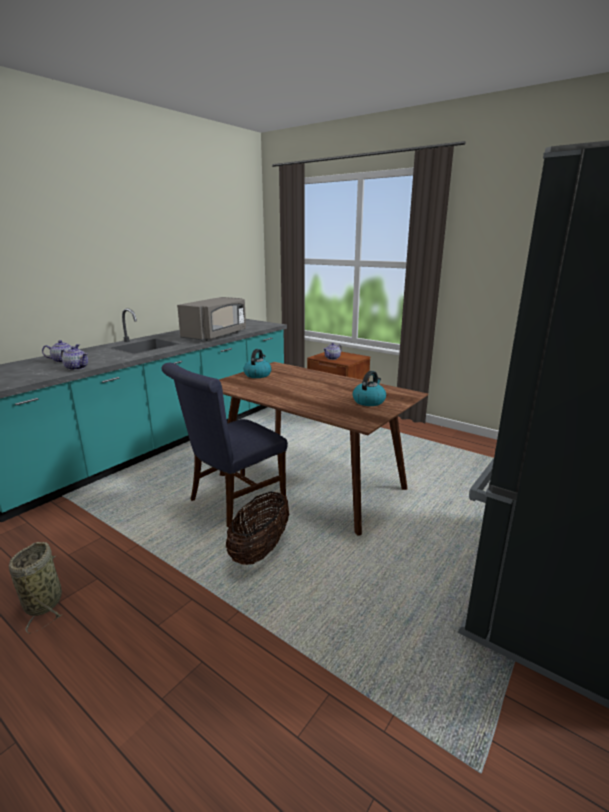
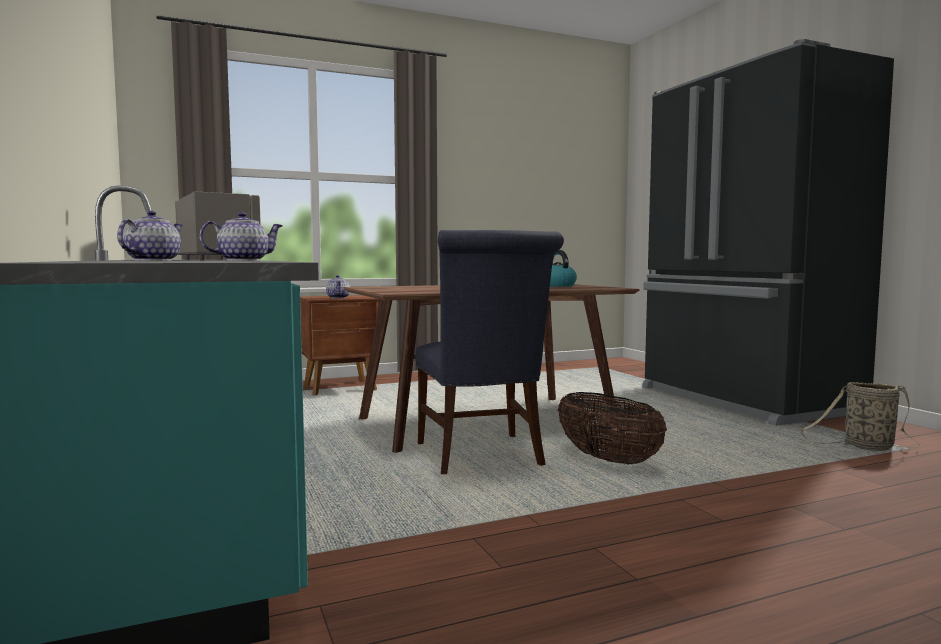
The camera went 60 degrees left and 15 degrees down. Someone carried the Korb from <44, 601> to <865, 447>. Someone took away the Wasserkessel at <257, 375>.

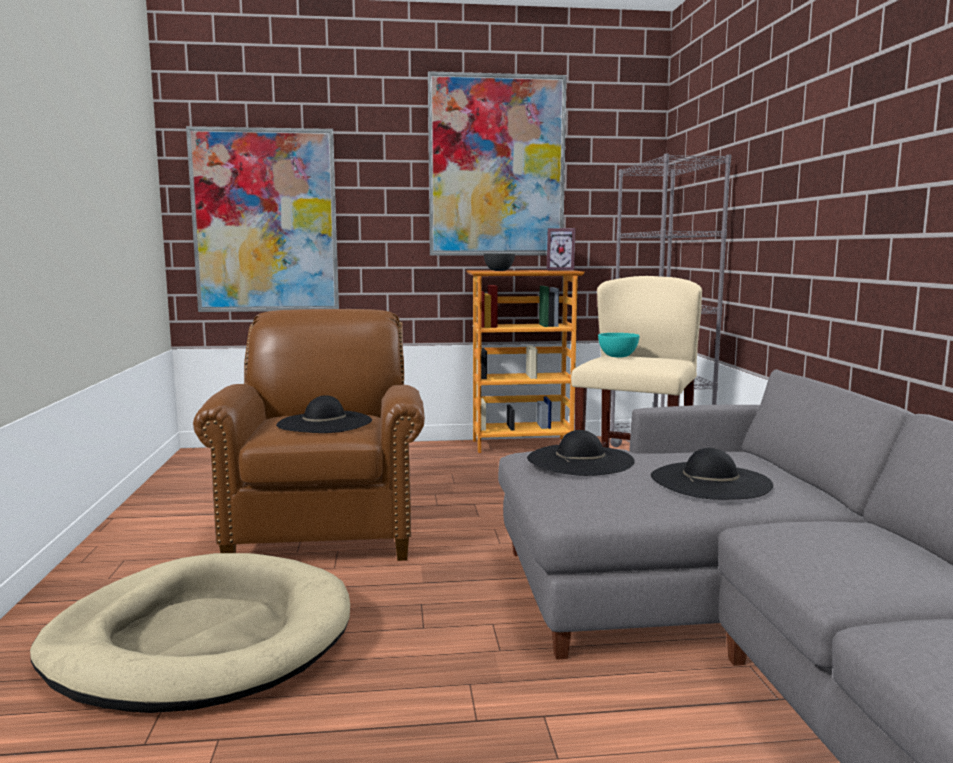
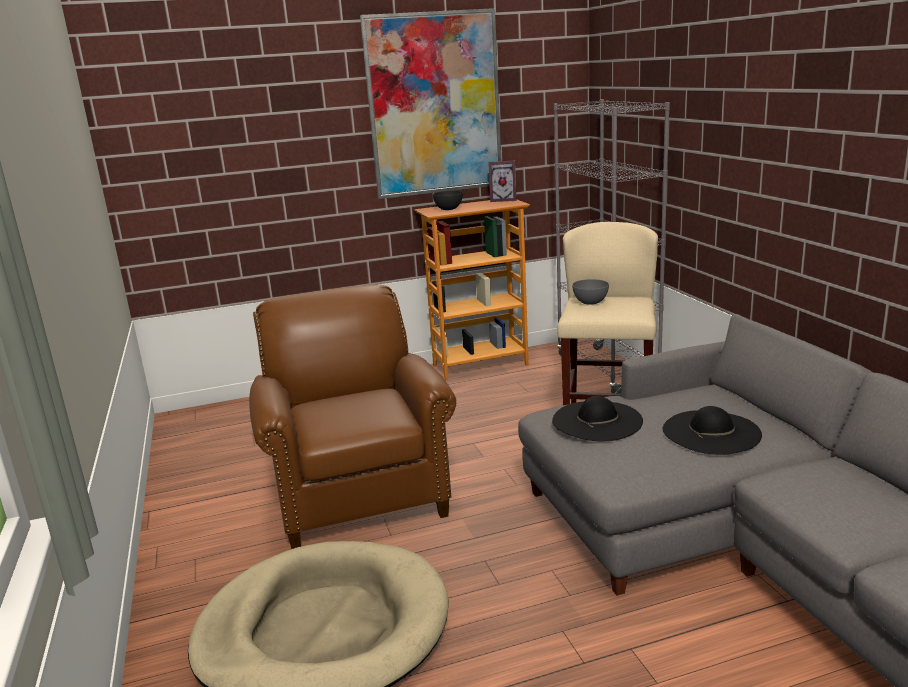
The camera went 10 degrees left and 10 degrees up. Someone took away the Bild at <265, 221>. Someone took away the Hut (schwarz) at <324, 423>. Someone repainted the Schüssel (türkis) at <618, 356>, which became the Schüssel (grau) at <590, 302>.

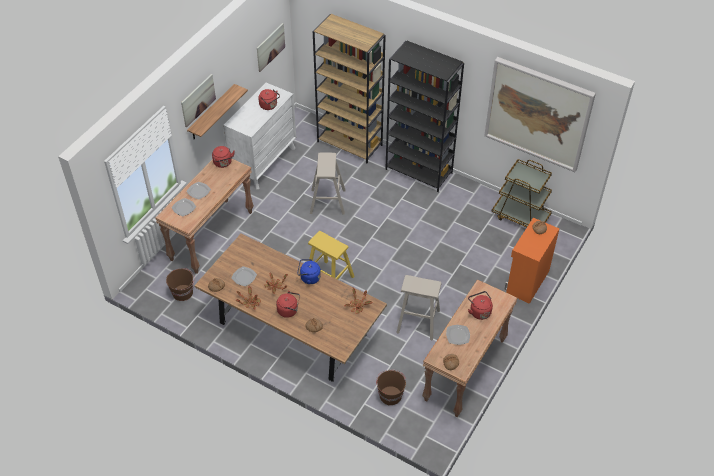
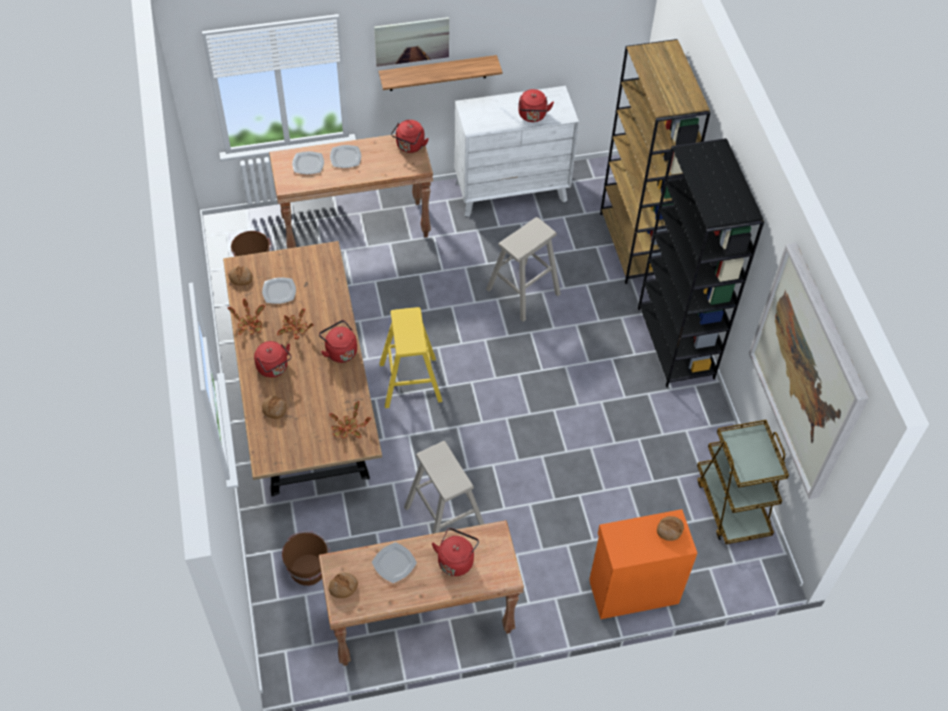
The camera went 45 degrees right and 5 degrees up. Someone took away the Bild at <270, 47>. Someone repainted the Wasserkessel (blau) at <309, 278>, which became the Wasserkessel (rot) at <340, 351>.

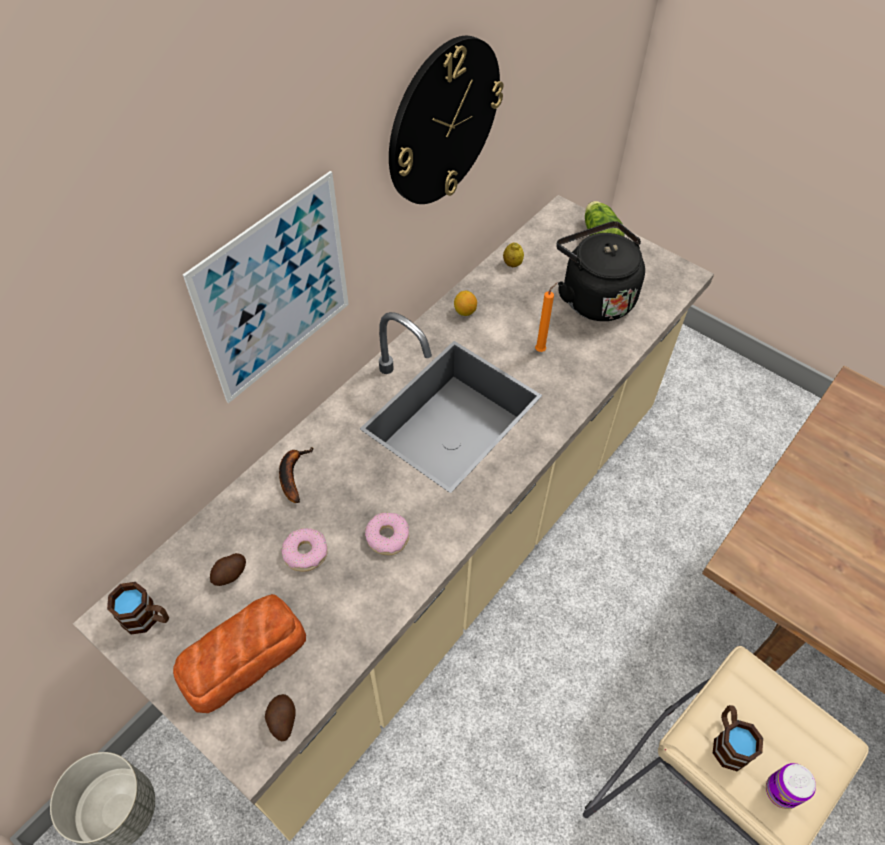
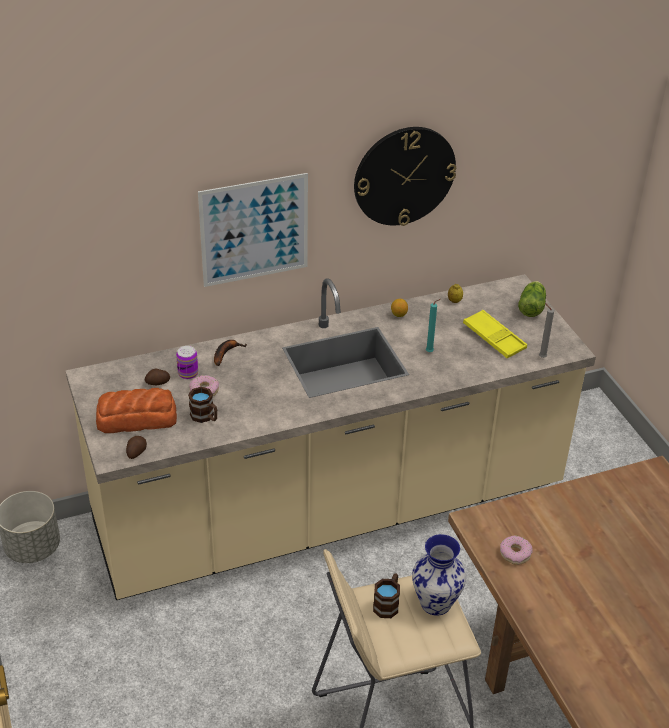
The camera went 30 degrees right and 15 degrees down. Someone carried the Henkelbecher (braun) from <147, 618> to <205, 417>. Someone carried the Donut from <388, 537> to <515, 553>. Someone repainted the Kerze (orange) at <541, 349>, which became the Kerze (türkis) at <430, 352>. Someone swapped the Wasserkessel (schwarz) at <594, 297> for the Tablett (gelb) at <494, 338>. Someone carried the Dose from <781, 791> to <188, 373>. Someone put down the Vase at <436, 603>. Someone put down the Kerze (grau) at <541, 357>.

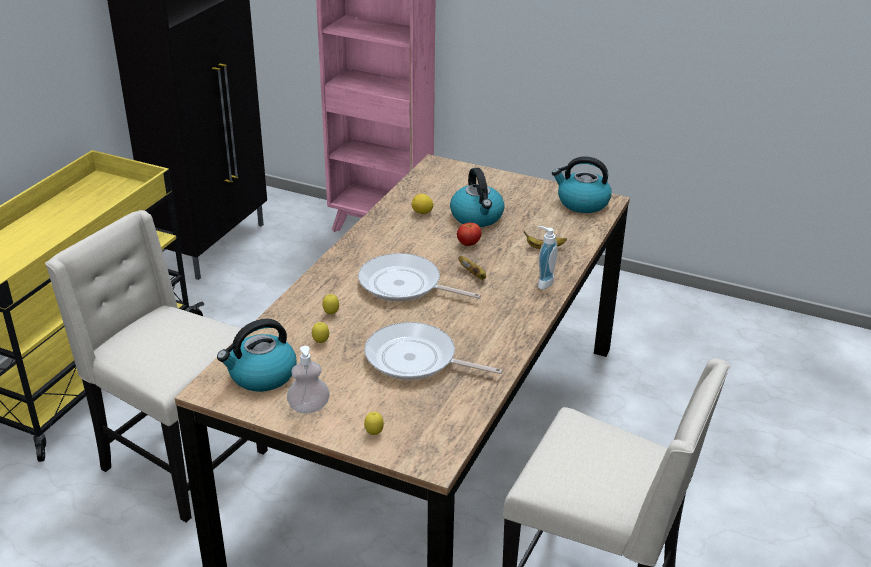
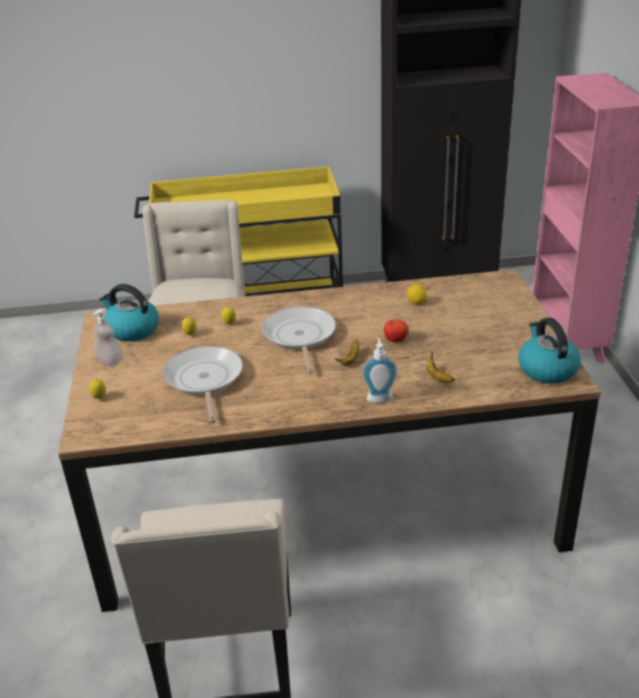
The camera went 60 degrees right and 0 degrees up. Someone took away the Wasserkessel at <477, 217>.

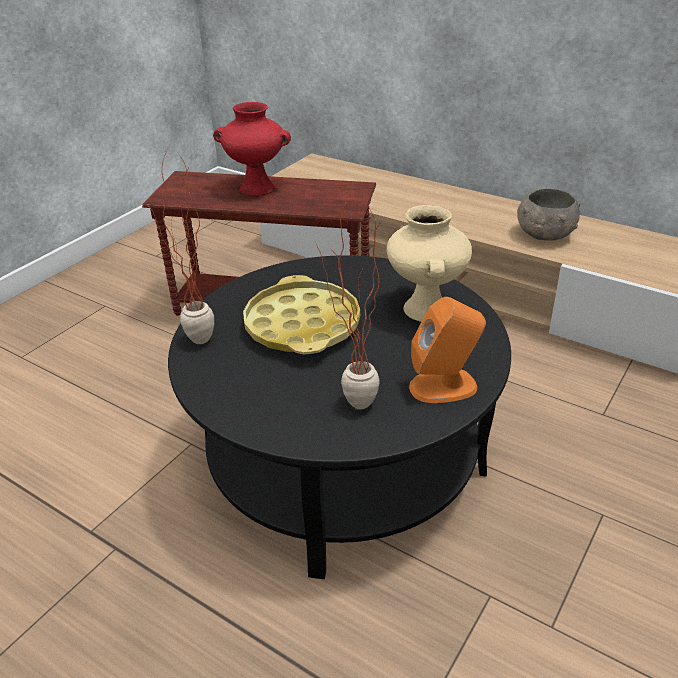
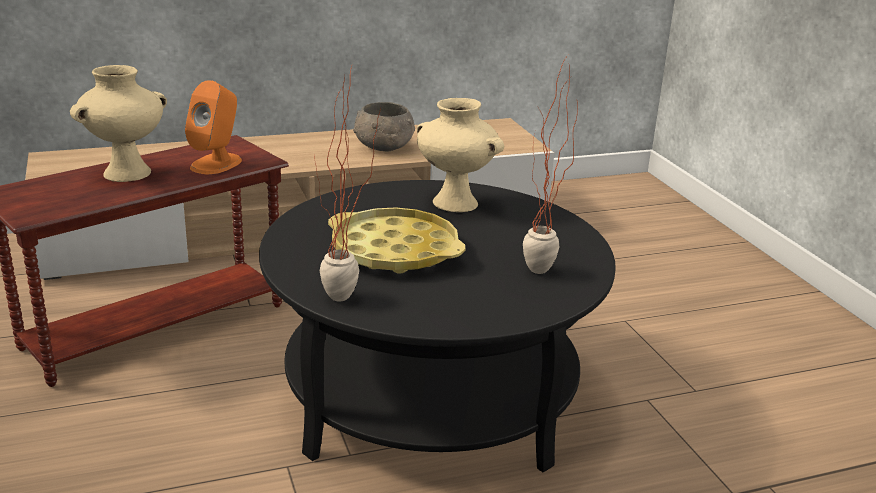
The camera went 55 degrees left and 10 degrees down. Someone repainted the Vase (rot) at <258, 188>, which became the Vase (beige) at <127, 173>. Someone carried the Lautsprecher (orange) from <444, 386> to <216, 164>.

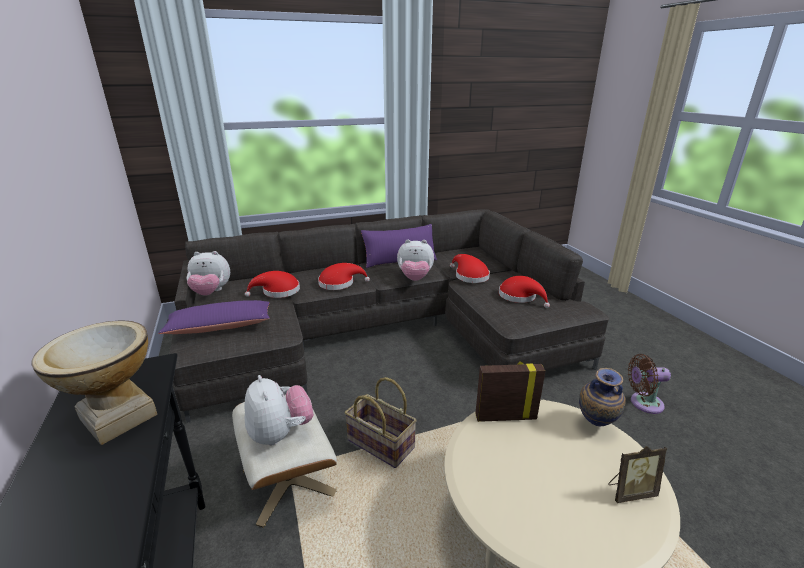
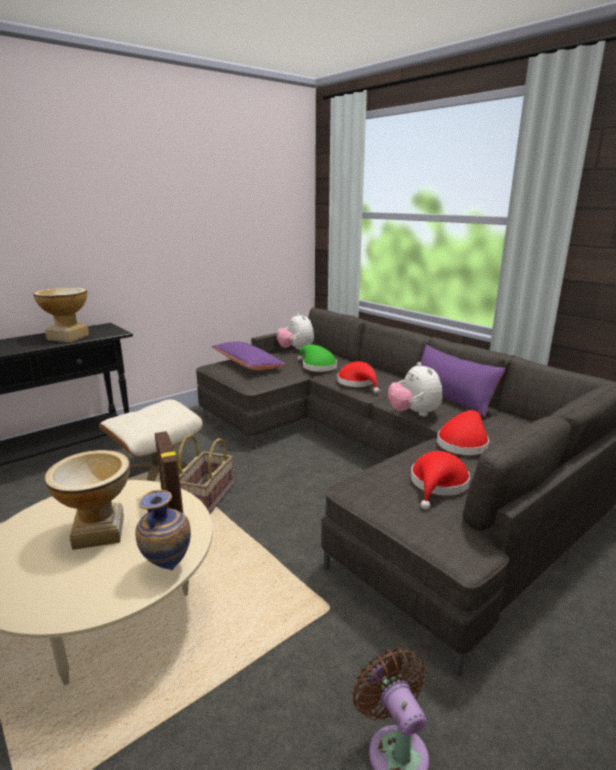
The camera went 70 degrees right and 5 degrees down. Someone took away the Plüschtier at <280, 433>. Someone repainted the Hut (rot) at <278, 291>, which became the Hut (grün) at <317, 366>. Someone took away the Bilderrahmen at <629, 492>. Someone put down the Vase at <99, 532>.

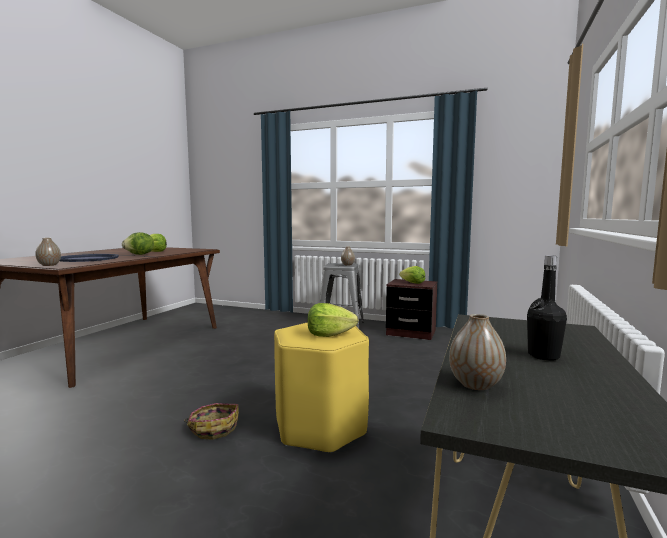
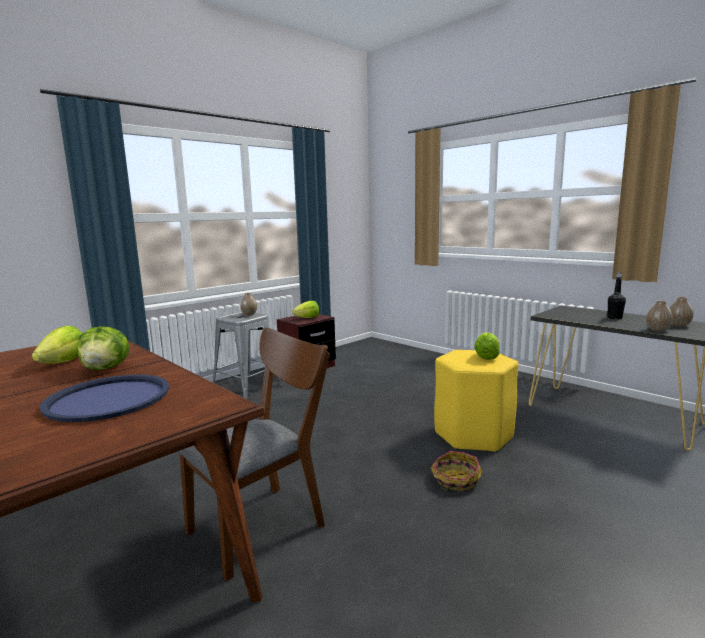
The camera went 65 degrees left and 5 degrees up. Someone carried the Vase from <49, 265> to <678, 325>. Someone put down the Stuhl (braun) at <265, 523>.

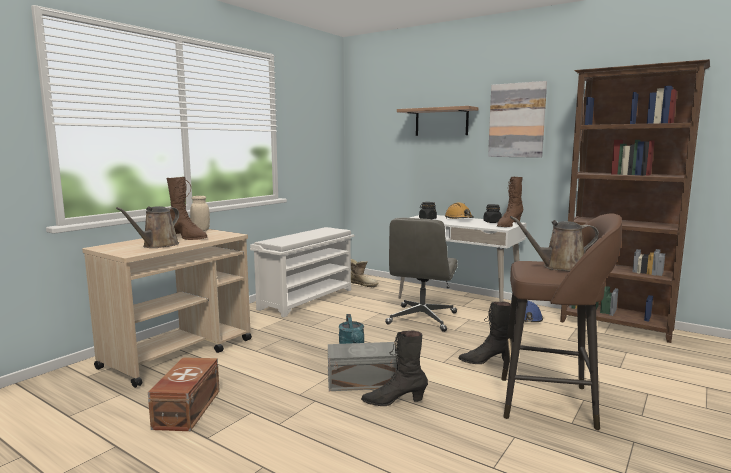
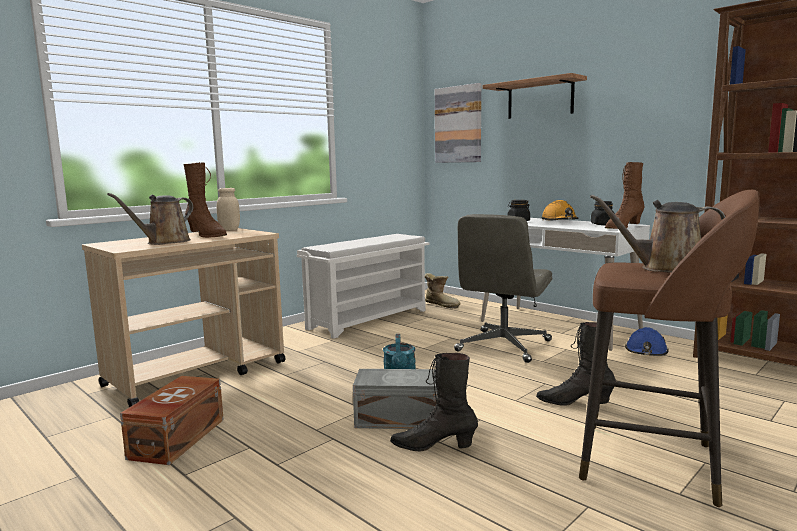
The camera went 10 degrees right and 0 degrees up. Someone carried the Bild from <517, 120> to <458, 124>.

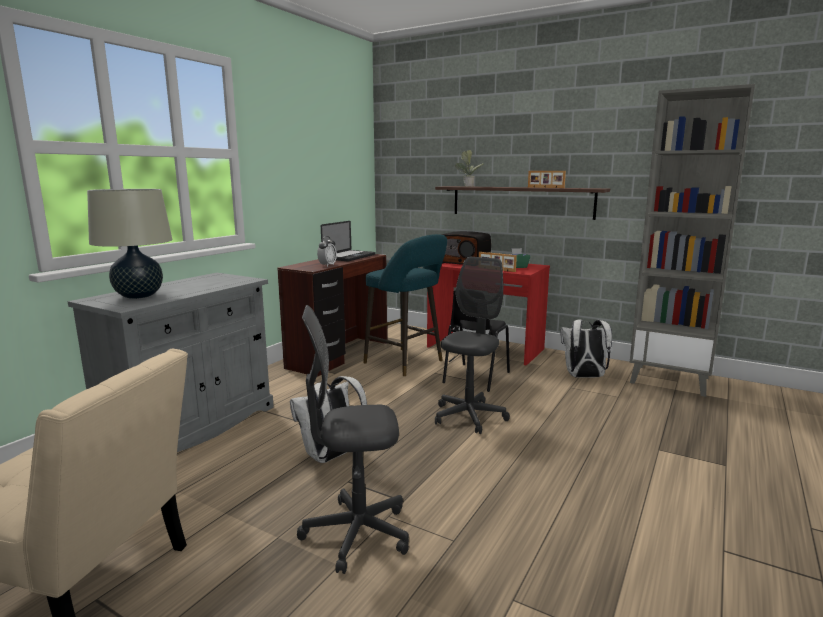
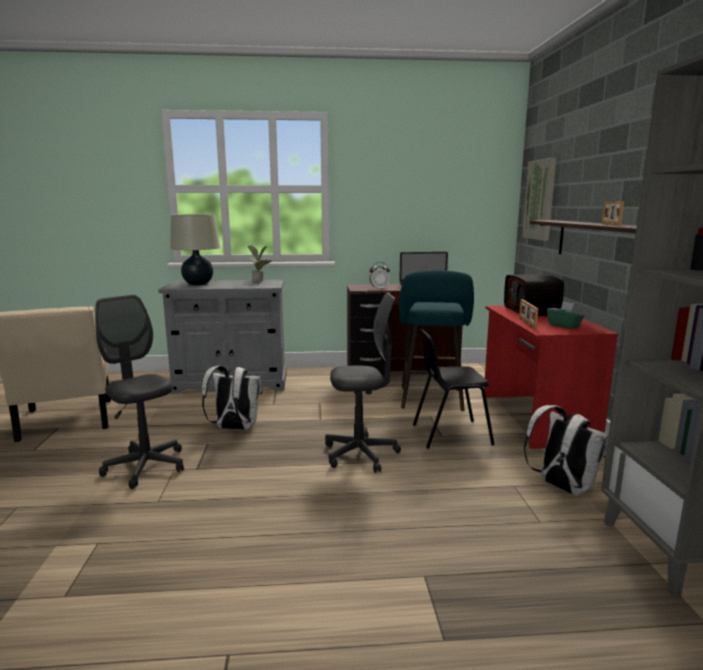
The camera went 55 degrees right and 0 degrees up. Someone carried the Topfpflanze from <468, 186> to <260, 281>. Someone put up the Bild at <540, 200>.

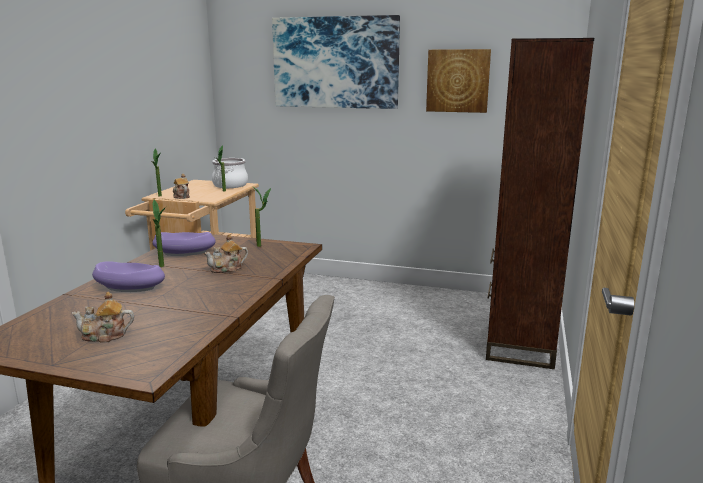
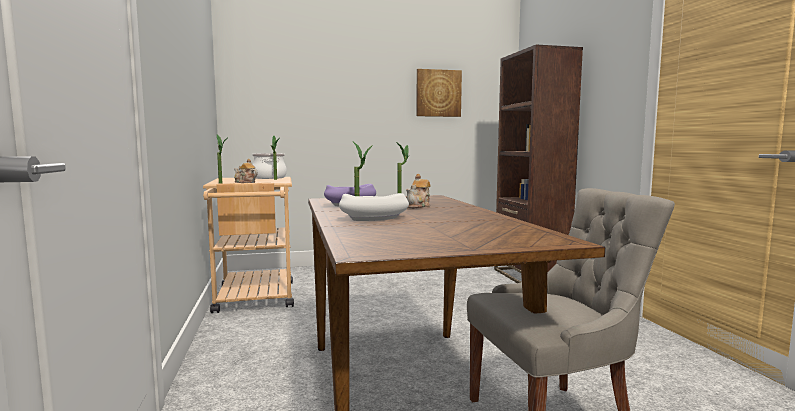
The camera went 30 degrees left and 10 degrees down. Someone took away the Teekanne at <105, 336>. Someone repainted the Schüssel (lila) at <129, 288>, which became the Schüssel (weiß) at <374, 218>. Someone took away the Bild at <335, 63>.

